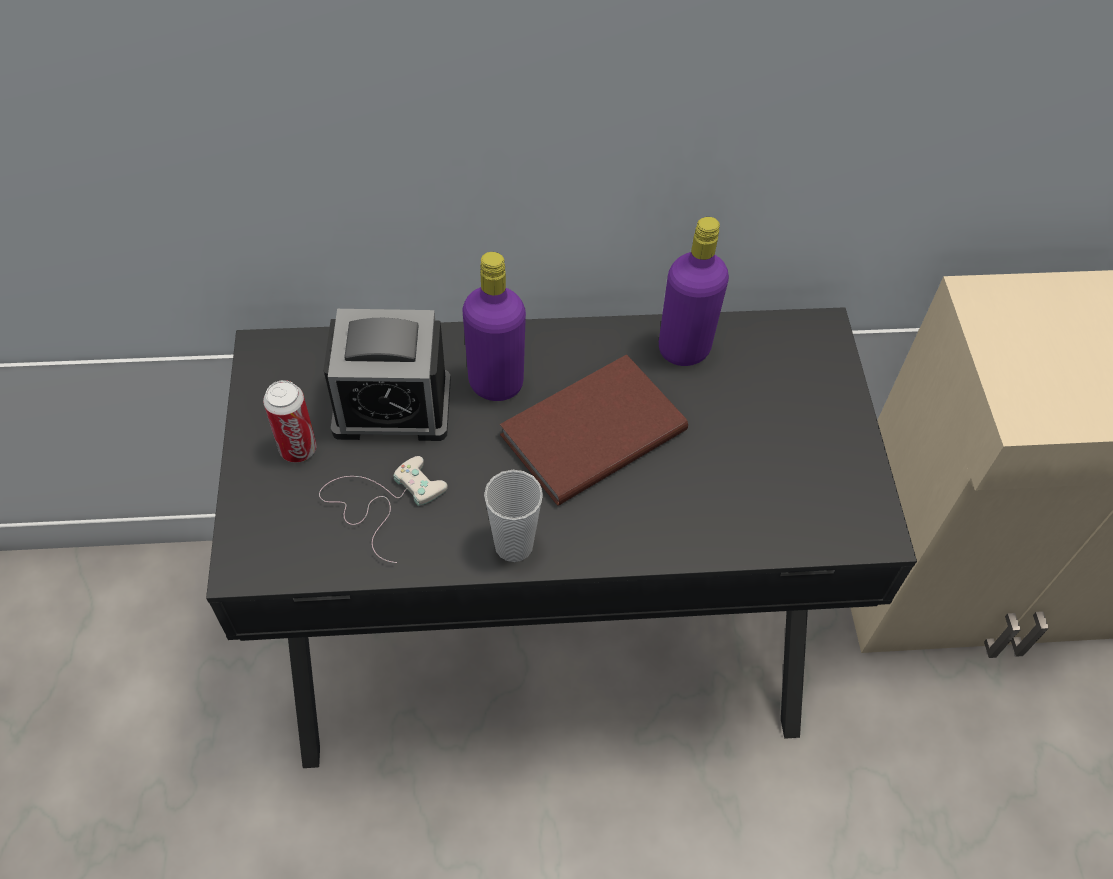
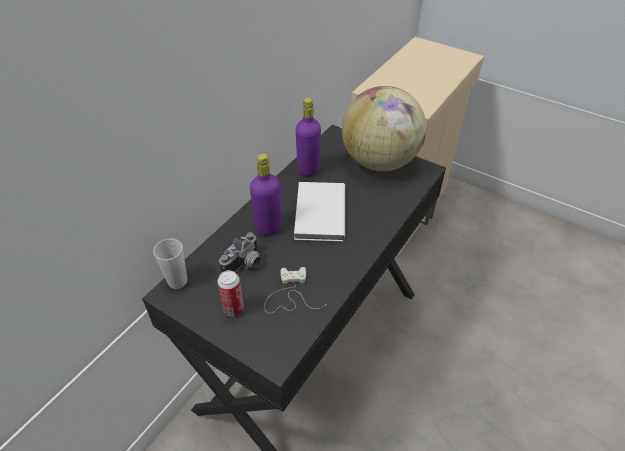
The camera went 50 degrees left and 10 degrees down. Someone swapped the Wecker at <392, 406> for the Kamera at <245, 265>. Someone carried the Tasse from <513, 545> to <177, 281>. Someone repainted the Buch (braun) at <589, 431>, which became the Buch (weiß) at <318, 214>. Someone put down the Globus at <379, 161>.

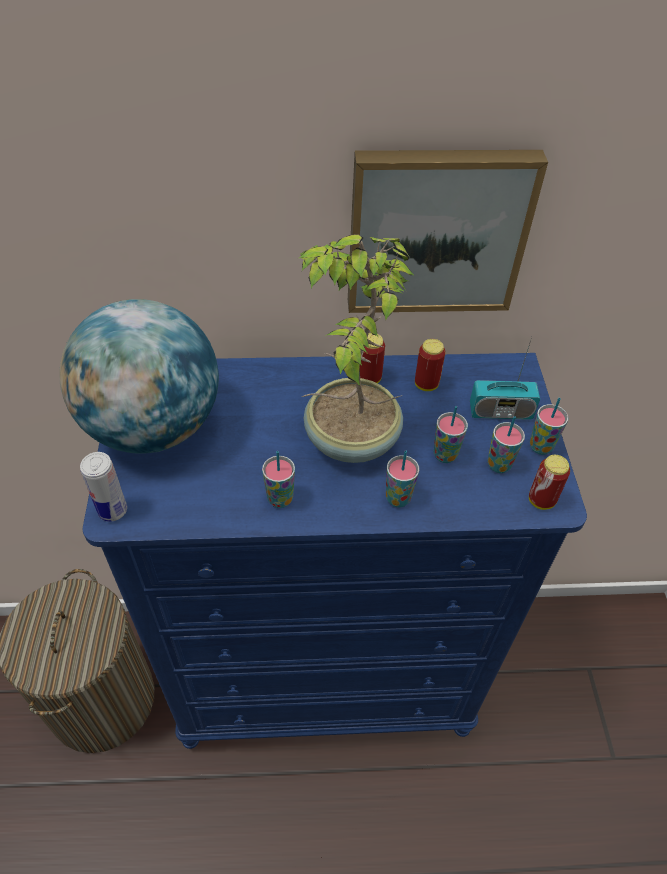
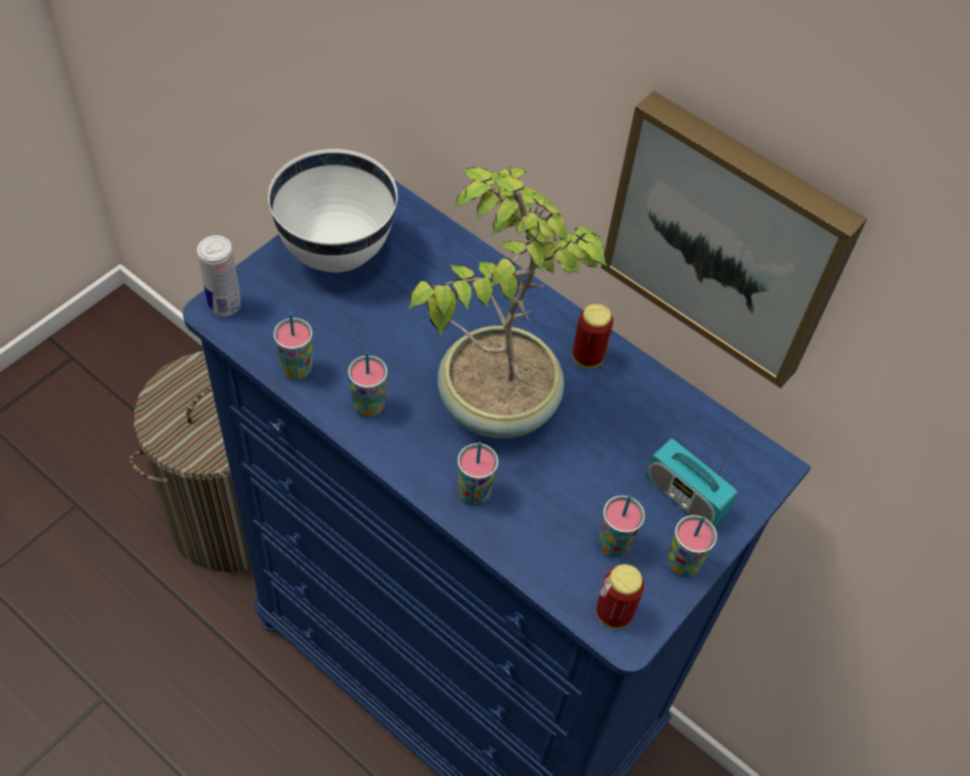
The camera went 40 degrees right and 5 degrees up. Someone swapped the Globus at <153, 426> for the Schüssel (weiß) at <335, 253>. Someone took away the Dose at <426, 384>. Someone carried the Tasse from <445, 455> to <297, 369>.

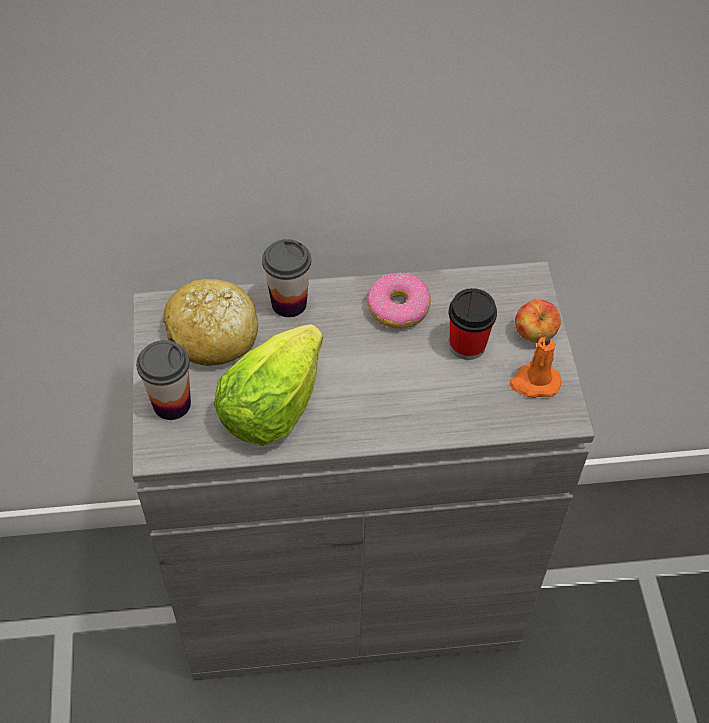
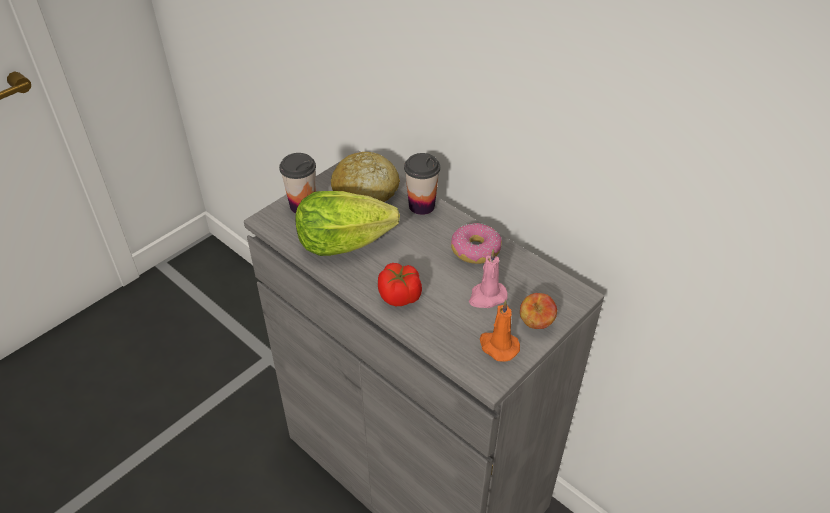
The camera went 50 degrees right and 10 degrees down. Someone swapped the Tasse at <467, 345> for the Kerze (rosa) at <487, 297>. Someone put down the Tomate at <400, 296>.

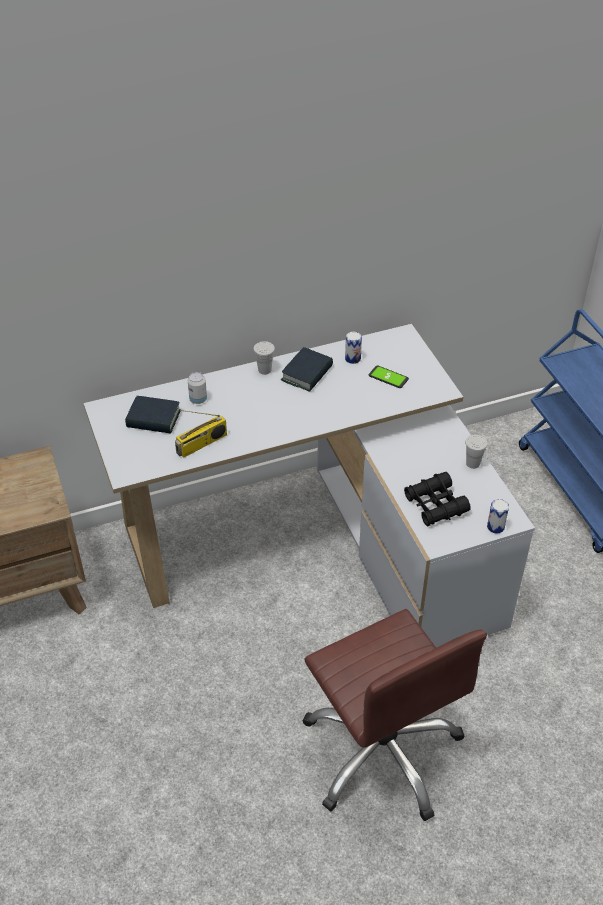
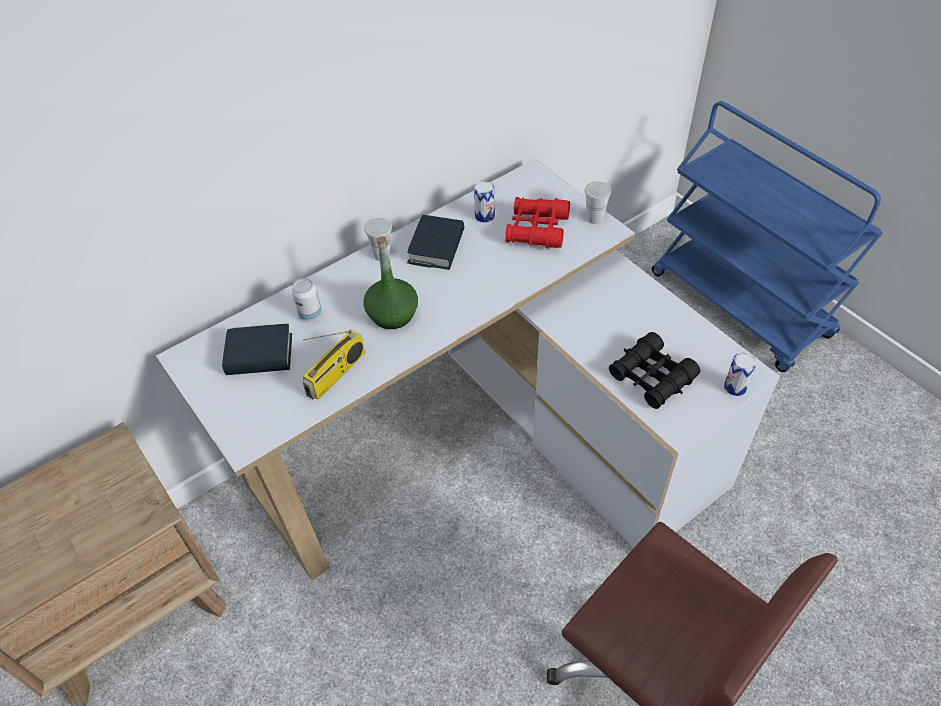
The camera went 15 degrees left and 5 degrees up. Someone swapped the Handy at <388, 377> for the Fernglas (rot) at <537, 229>. Someone carried the Tasse (weiß) from <473, 463> to <594, 218>. Someone put down the Flasche (grün) at <392, 314>.

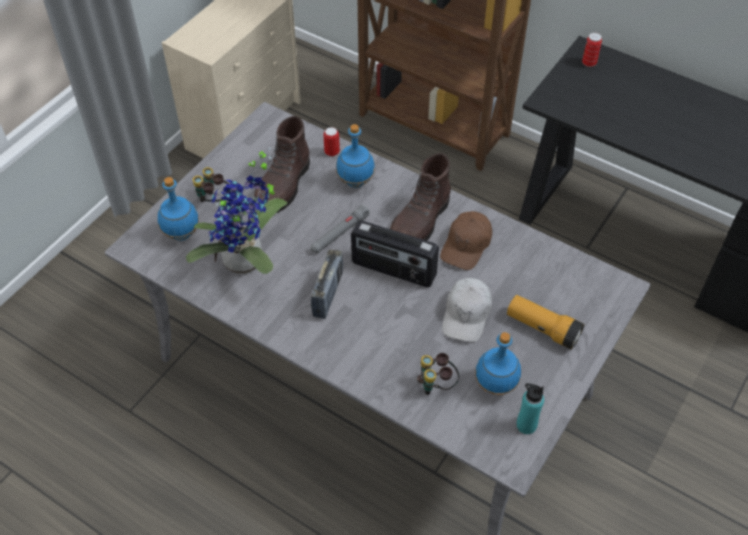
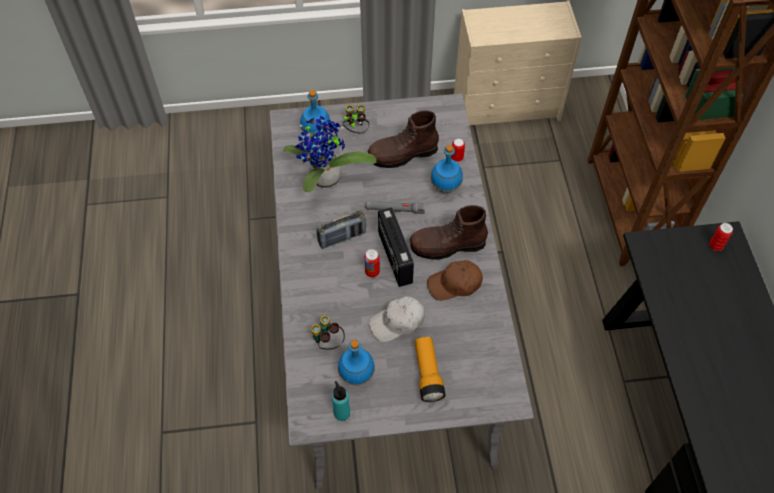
The camera went 50 degrees right and 5 degrees up. Someone put down the Dose at <372, 272>.

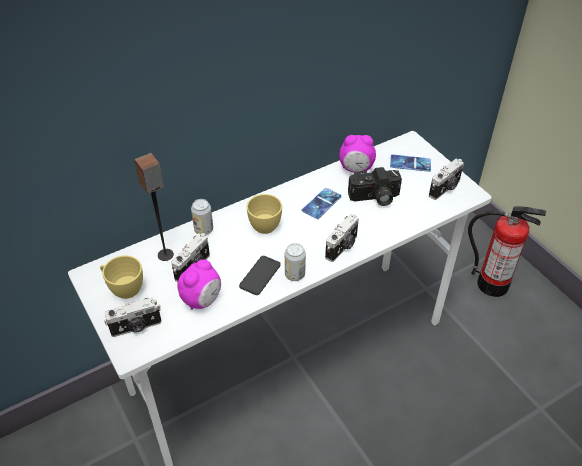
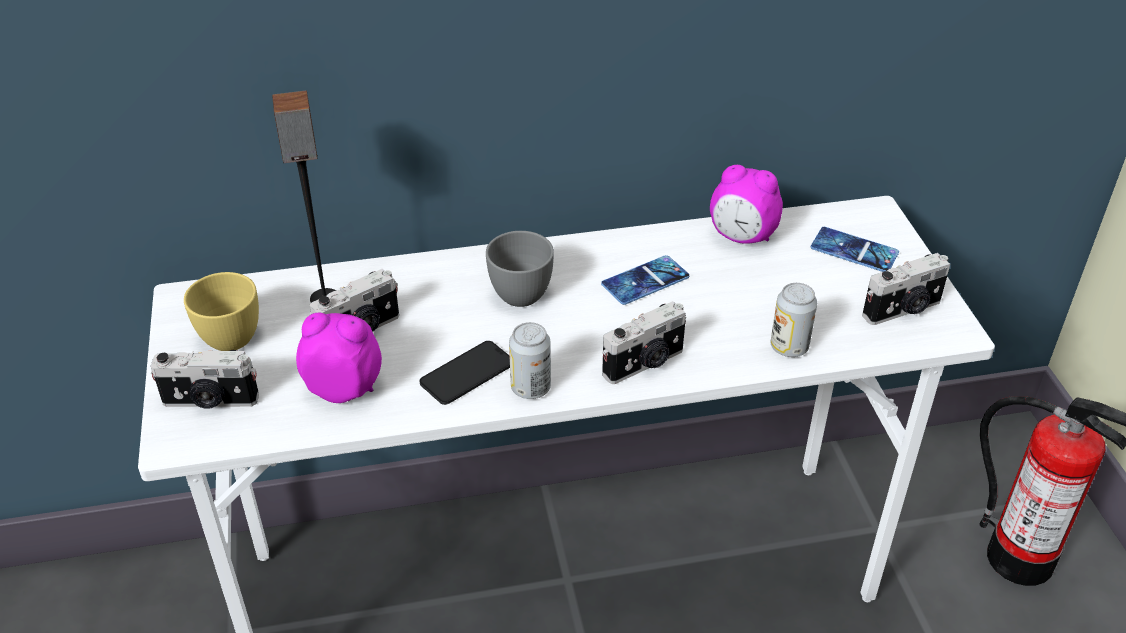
The camera went 20 degrees right and 5 degrees down. Someone rotated the Wecker at <202, 300> by 135 degrees counterclockwise. Someone carried the Dose from <203, 229> to <789, 347>. Someone repainted the Tasse (gelb) at <264, 223>, which became the Tasse (grau) at <522, 289>. Someone took away the Kamera at <374, 197>.

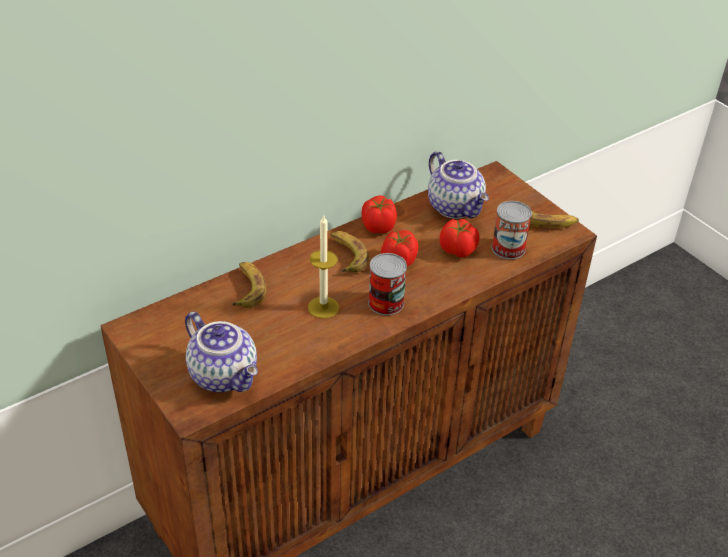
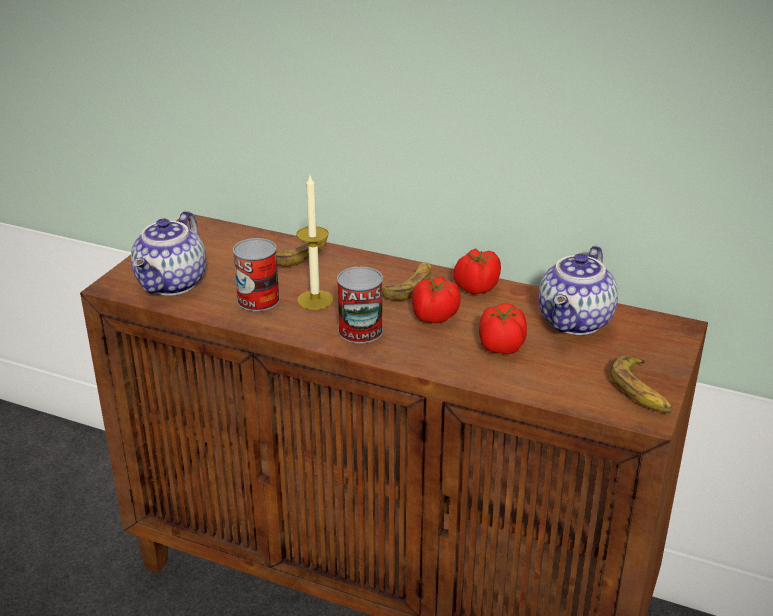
The camera went 60 degrees right and 10 degrees down. Someone carried the Dose from <508, 248> to <258, 300>.

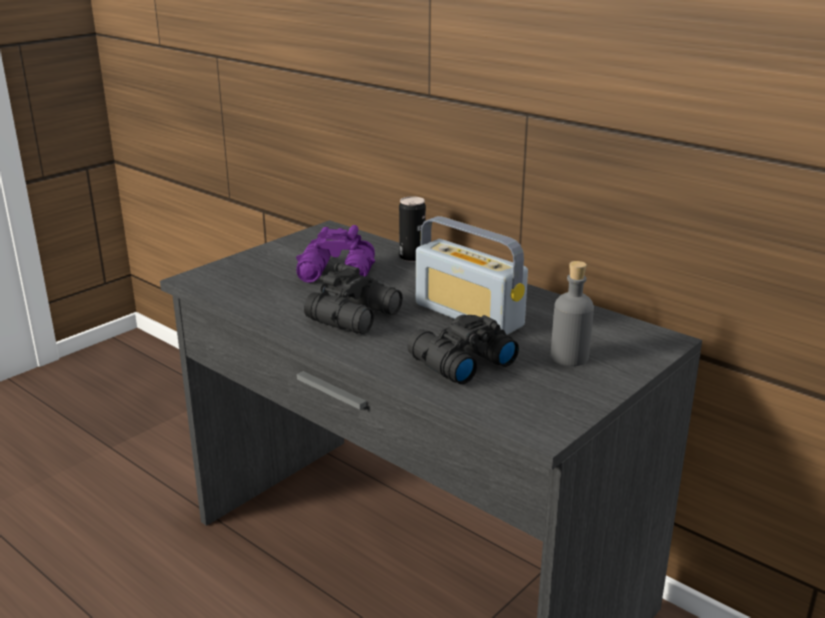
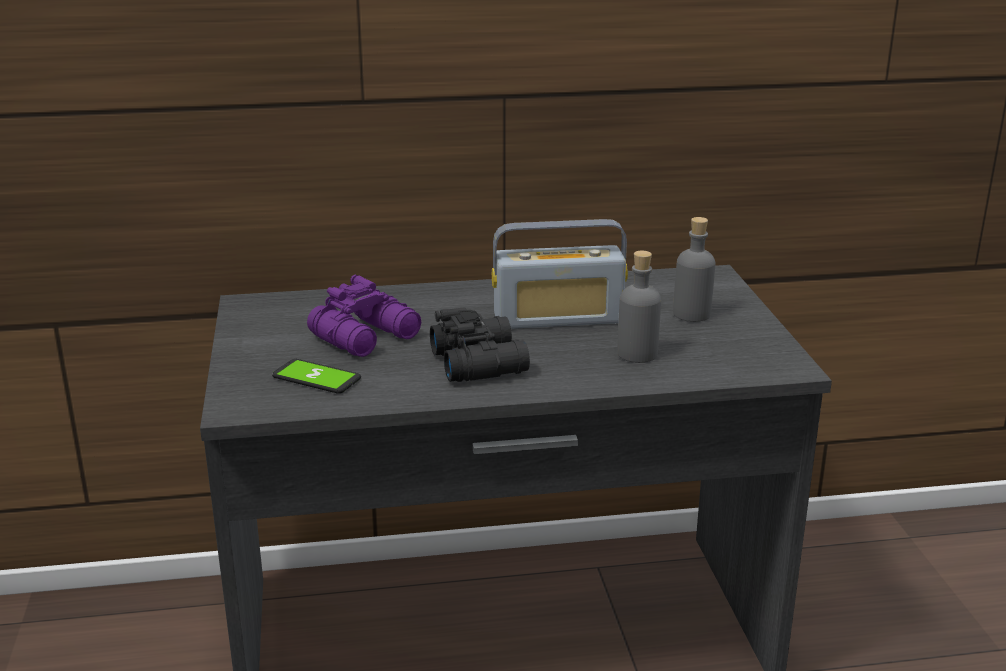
The camera went 50 degrees left and 0 degrees up. Someone took away the Dose at <412, 257>. Someone swapped the Fernglas (schwarz) at <459, 361> for the Flasche (grau) at <637, 354>. Someone put down the Handy at <316, 378>.

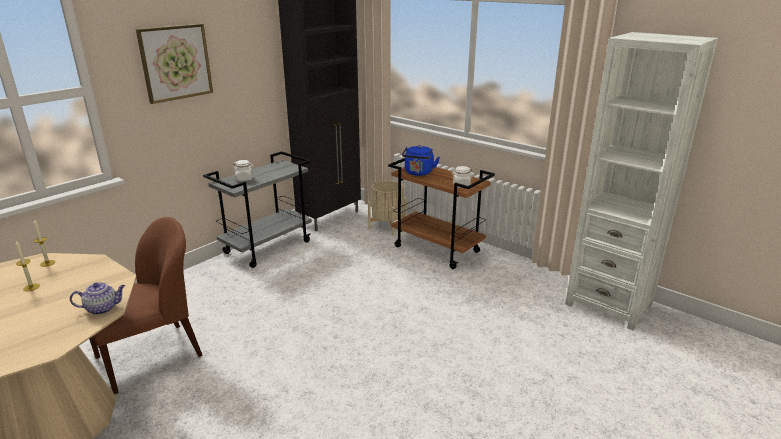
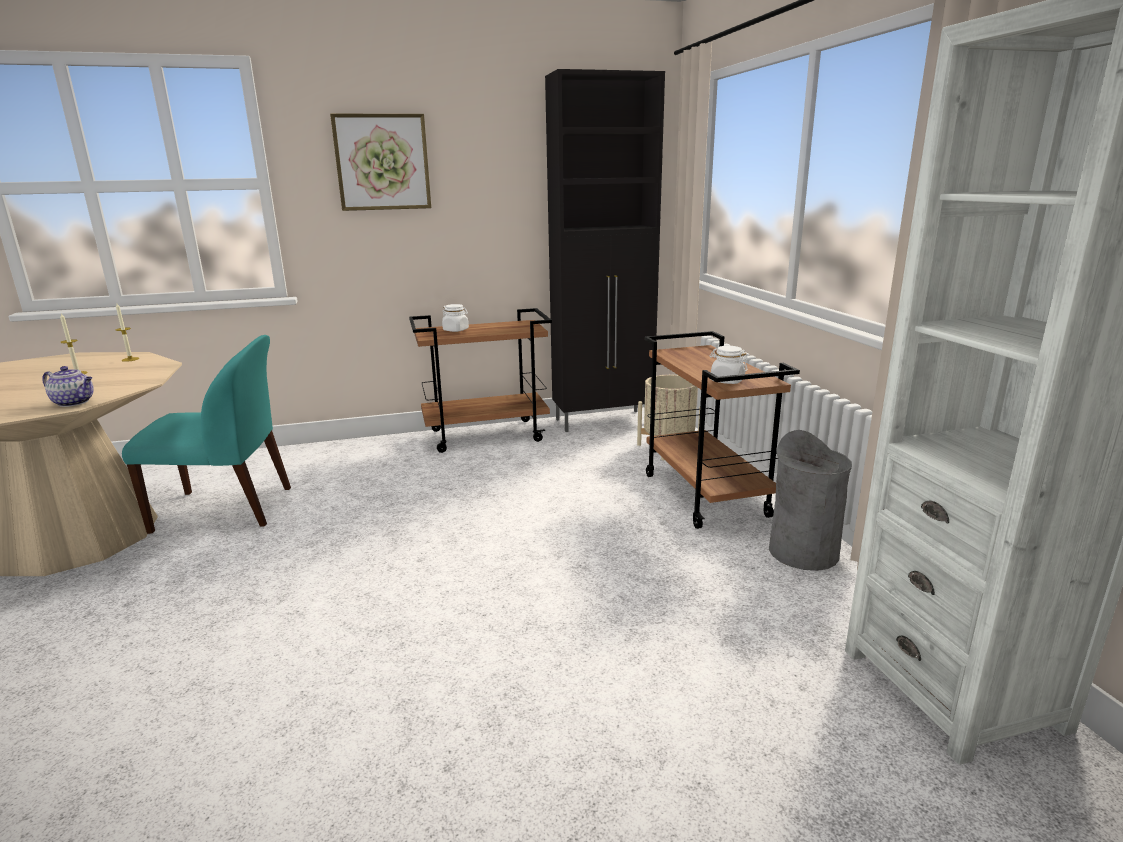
The camera went 35 degrees right and 5 degrees down. Someone repainted the Stuhl (braun) at <151, 356>, which became the Stuhl (türkis) at <227, 509>. Someone repainted the Rollwagen (grau) at <268, 247>, which became the Rollwagen (braun) at <487, 435>. Someone took away the Wasserkessel (blau) at <418, 173>. Someone put down the Mülleimer (grau) at <803, 552>.

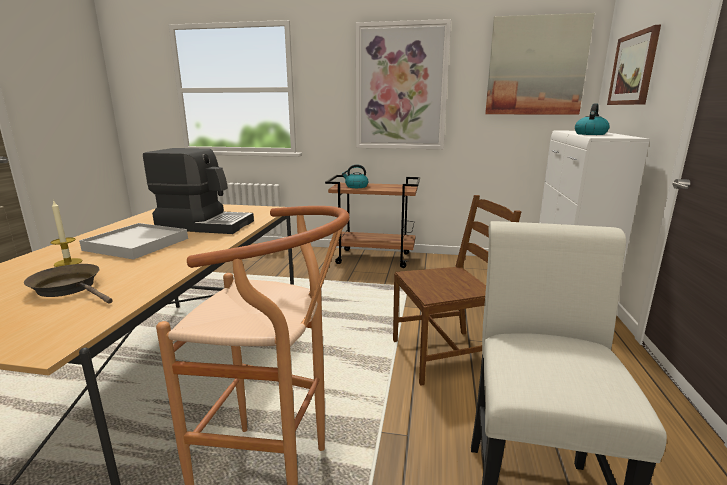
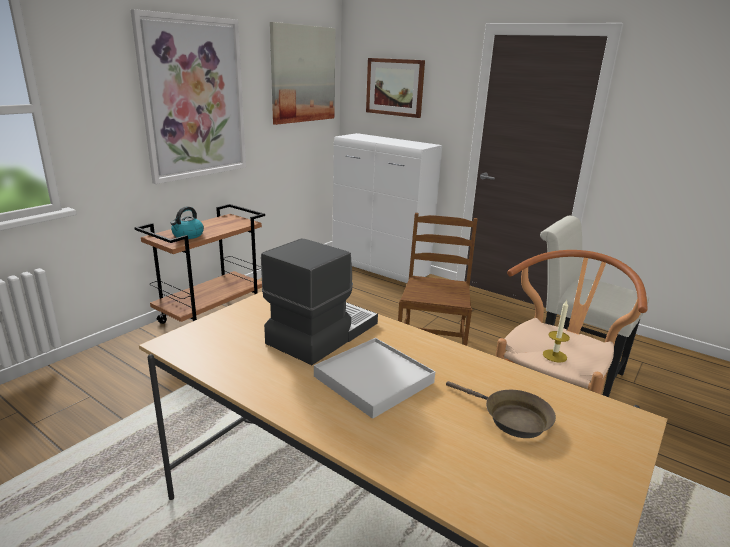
The camera went 65 degrees left and 5 degrees up. Someone rotated the Pfanne (braun) at <70, 288> by 105 degrees counterclockwise. Someone carried the Kerze from <68, 263> to <554, 356>. Someone took away the Wasserkessel at <590, 134>.

